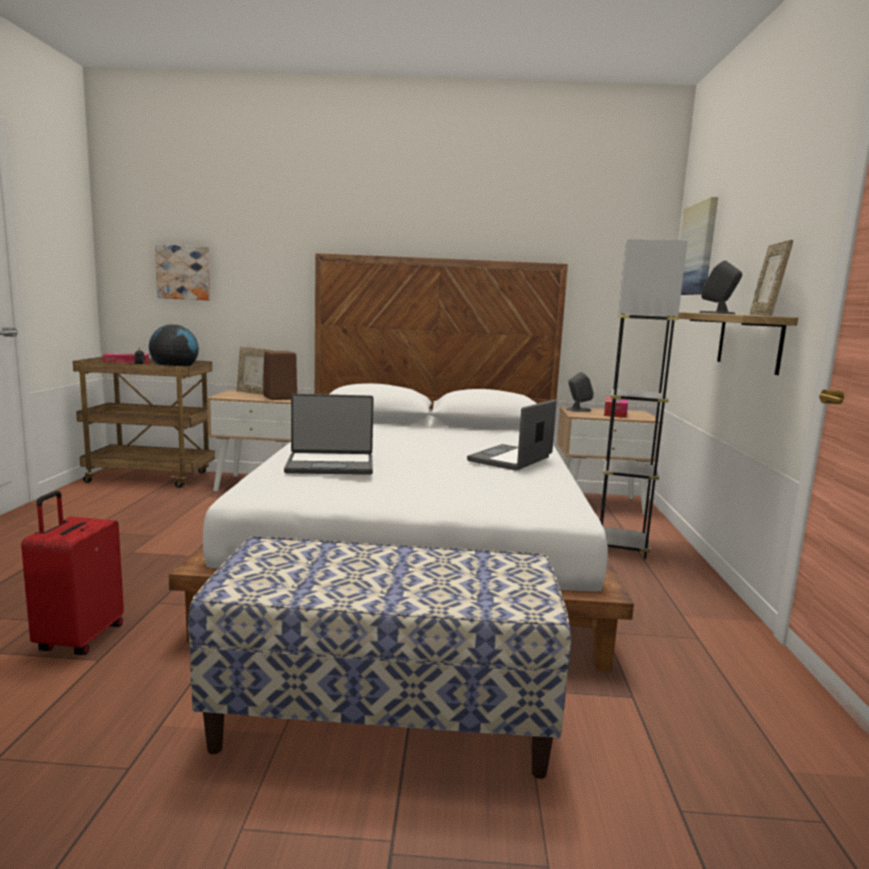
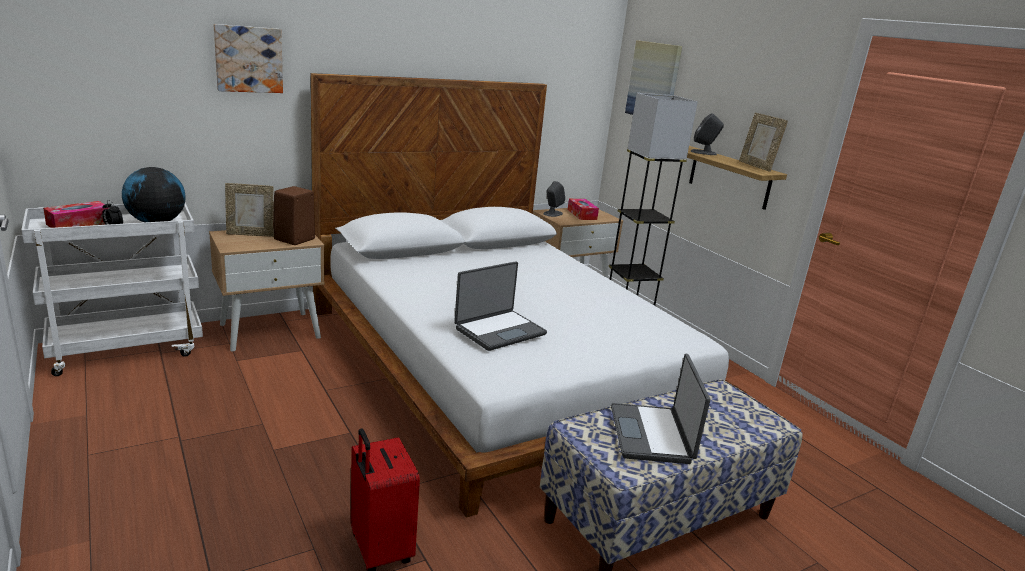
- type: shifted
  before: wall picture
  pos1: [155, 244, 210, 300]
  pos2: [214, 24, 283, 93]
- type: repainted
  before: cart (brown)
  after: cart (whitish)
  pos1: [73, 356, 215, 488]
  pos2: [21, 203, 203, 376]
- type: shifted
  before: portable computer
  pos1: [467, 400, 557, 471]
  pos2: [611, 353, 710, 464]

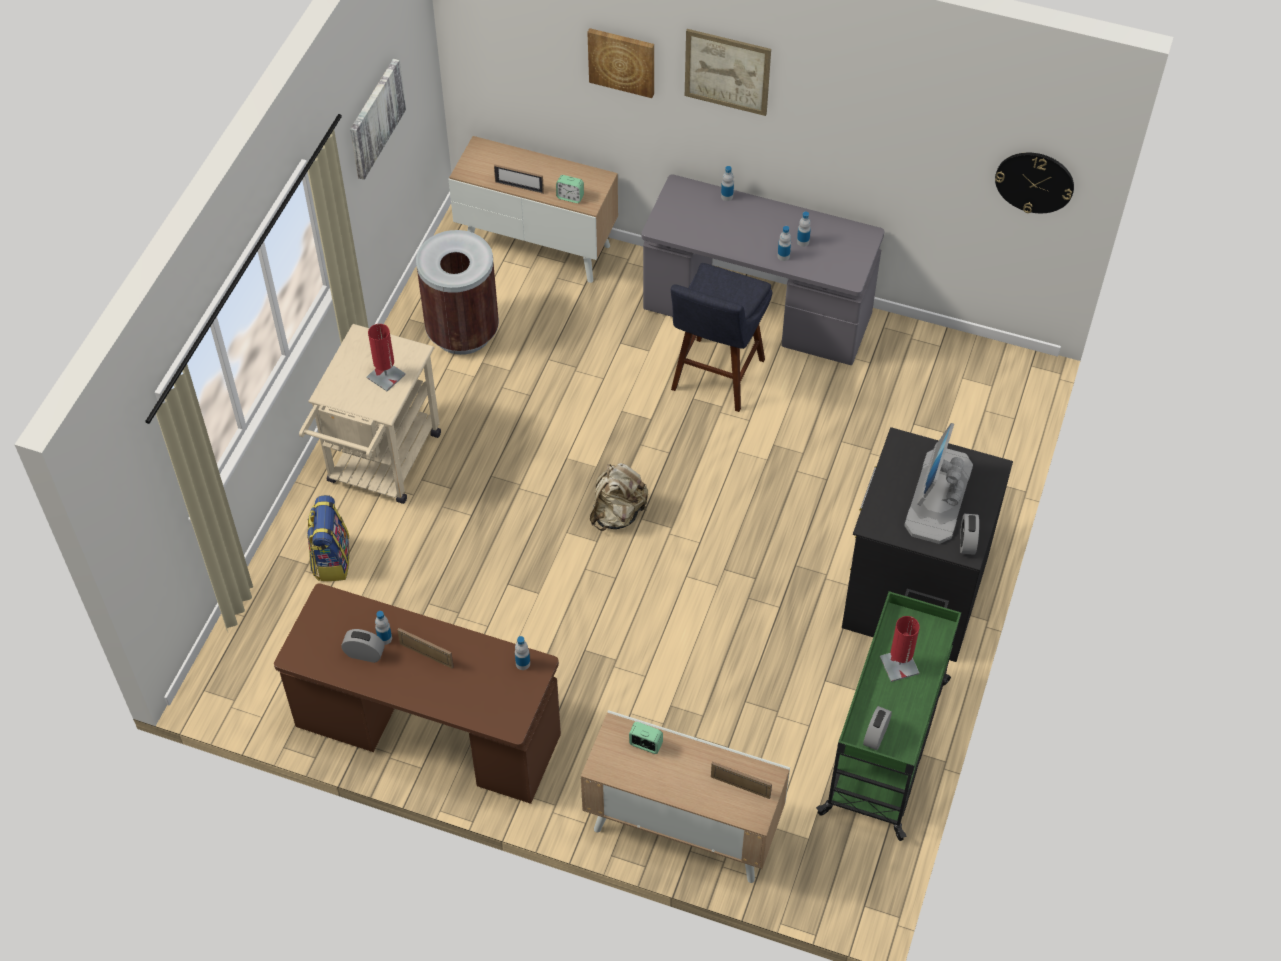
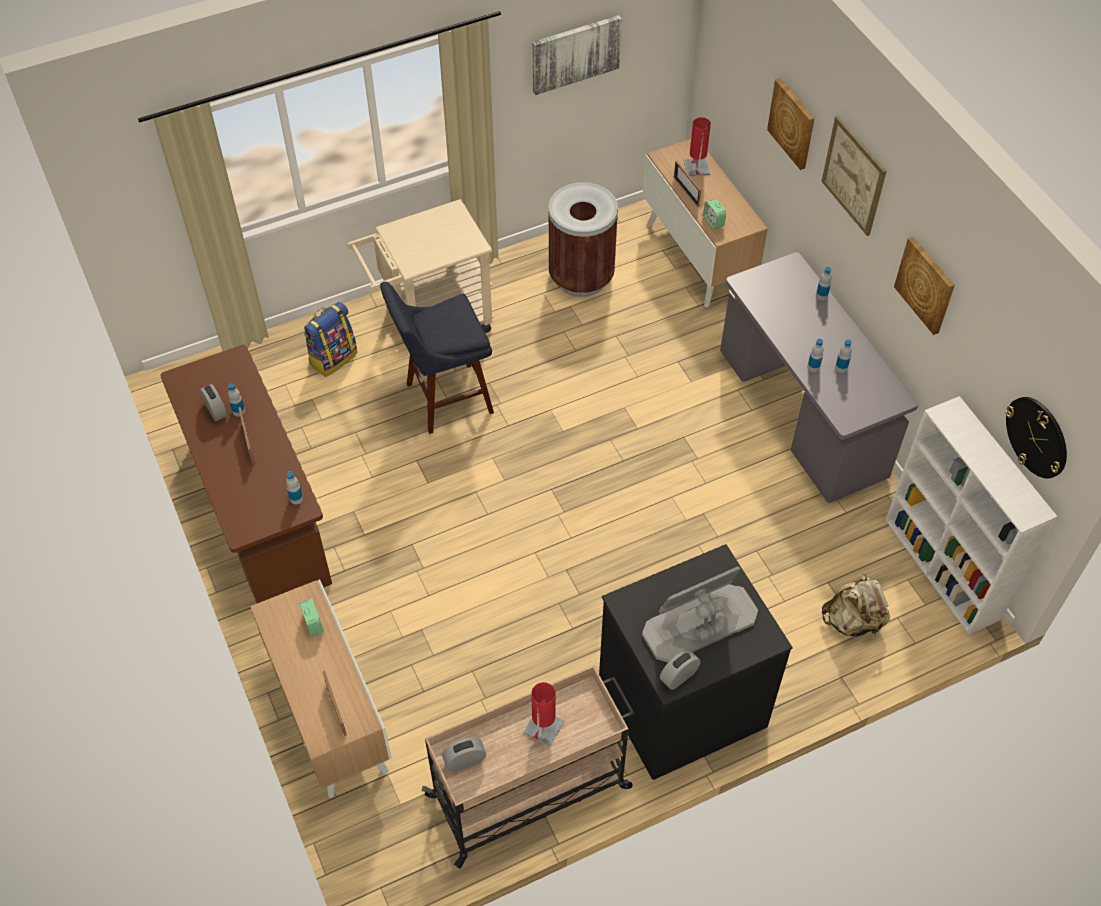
- type: shifted
  before: sitting stool (blue)
  pos1: [671, 263, 772, 412]
  pos2: [380, 282, 494, 434]
- type: shifted
  before: lamp for a table (red-coloured)
  pos1: [366, 324, 406, 391]
  pos2: [684, 117, 711, 176]
- type: shifted
  before: backpack (beige)
  pos1: [590, 463, 648, 531]
  pos2: [822, 573, 890, 636]
- type: repainted
  before: cart (green-coloured)
  after: cart (beige)
  pos1: [816, 589, 961, 841]
  pos2: [422, 665, 634, 868]
- type: new
  after: wall picture
  pos2: [894, 237, 955, 335]
- type: new
  after: bookcase (whitish)
  pos2: [885, 396, 1058, 635]

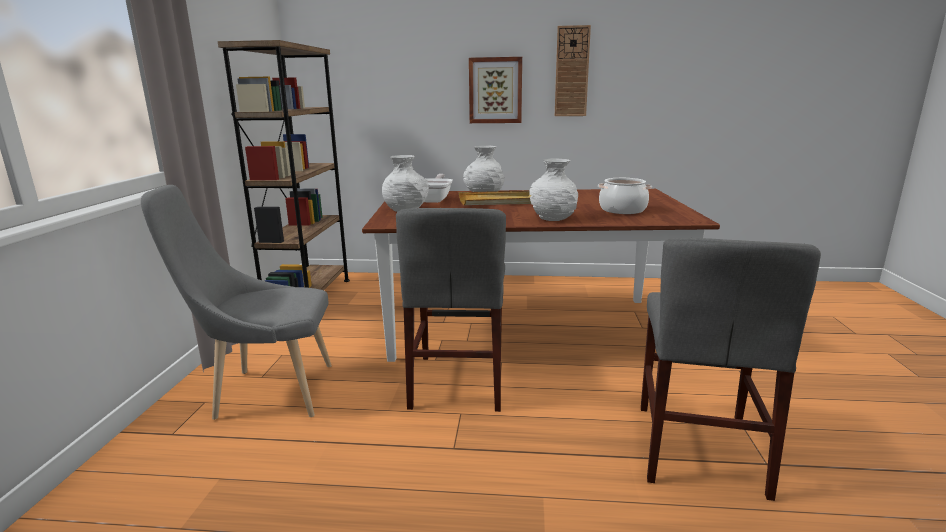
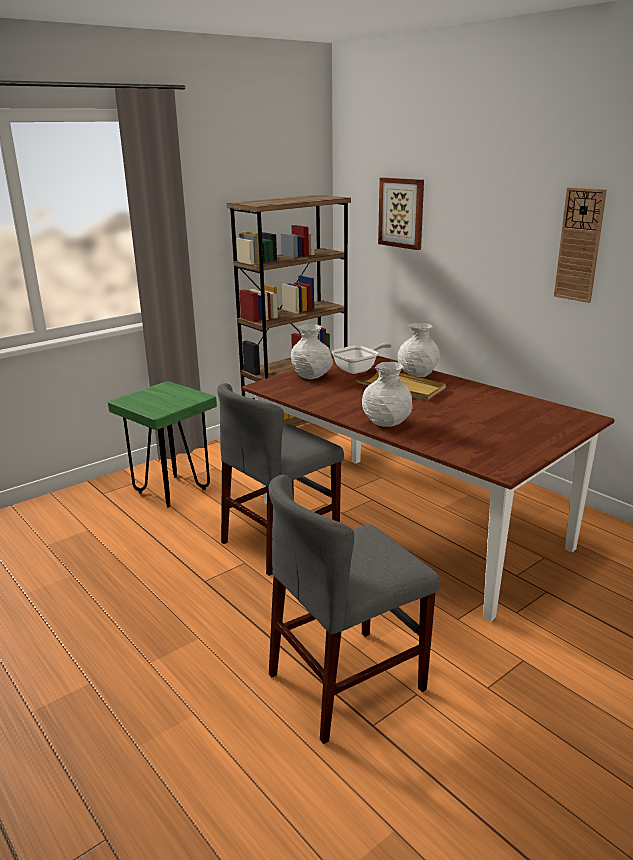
- type: shifted
  before: wall picture
  pos1: [469, 57, 522, 123]
  pos2: [378, 177, 424, 250]
- type: gone
  before: saucepot
  pos1: [598, 178, 652, 214]
- type: swapped
  before: upright chair (gray)
  after: sitting stool (green-coloured)
  pos1: [141, 185, 332, 420]
  pos2: [108, 381, 217, 507]

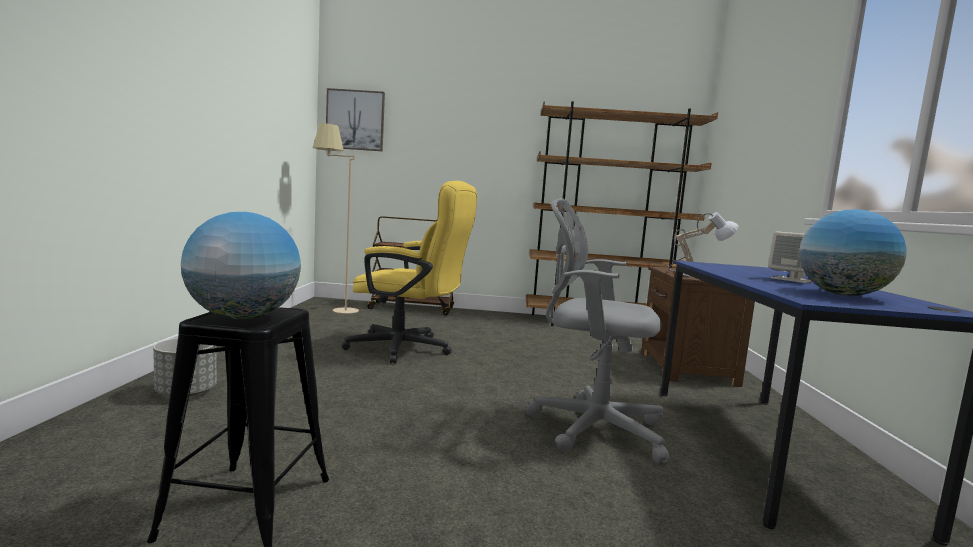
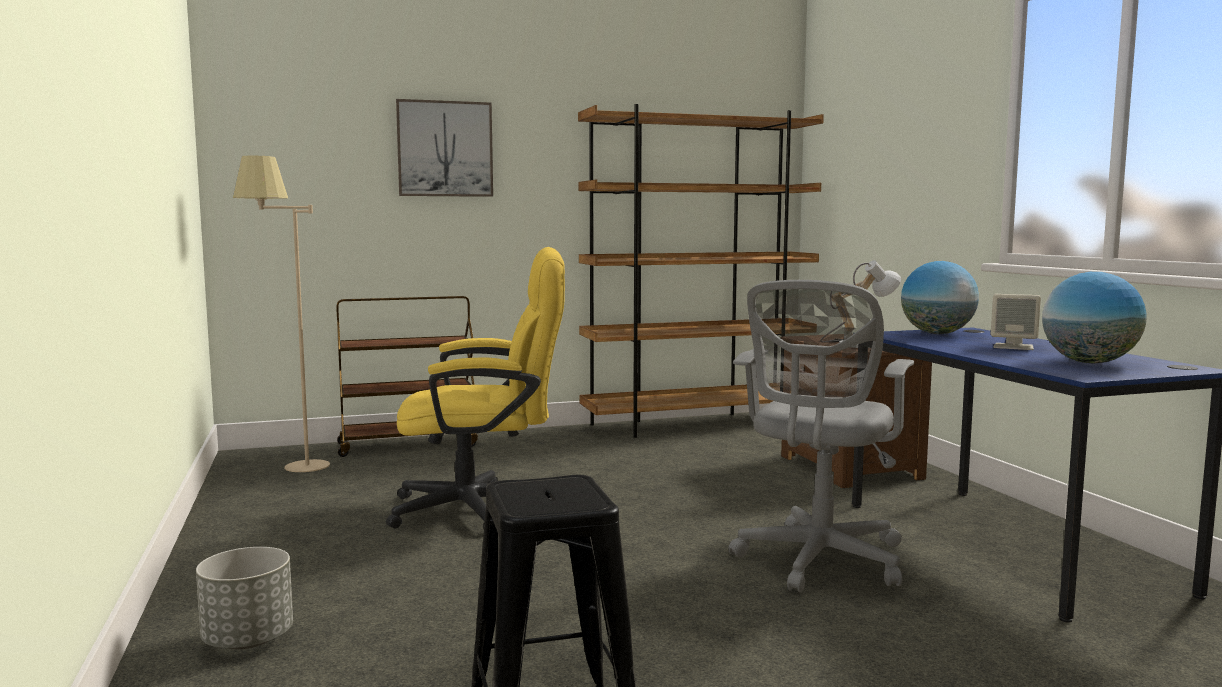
- type: shifted
  before: wall picture
  pos1: [326, 88, 385, 151]
  pos2: [396, 99, 493, 197]
- type: rotated
  before: office chair (gray)
  pos1: [526, 198, 669, 463]
  pos2: [728, 280, 914, 593]
  turn: -60
- type: shifted
  before: desk globe
  pos1: [181, 212, 301, 319]
  pos2: [901, 261, 979, 334]

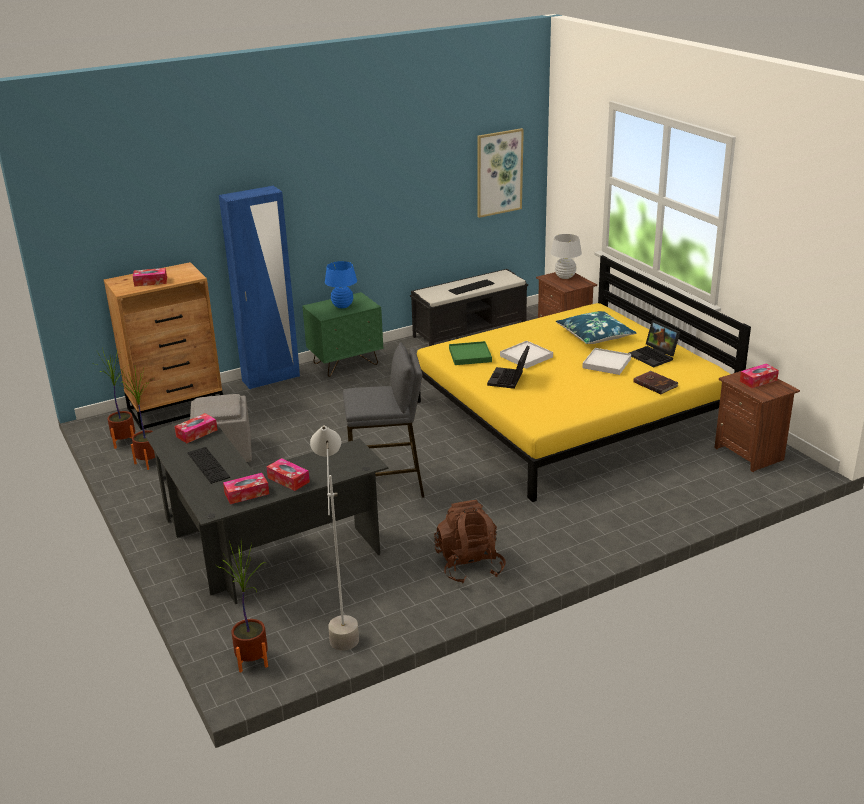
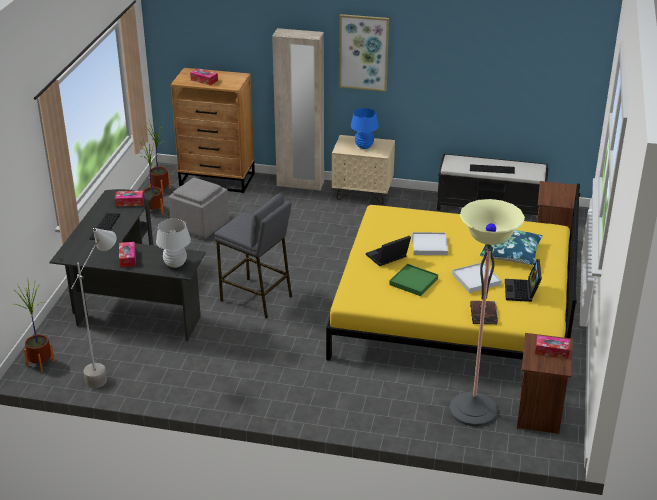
- type: shifted
  before: wall picture
  pos1: [477, 128, 524, 218]
  pos2: [339, 14, 389, 92]
- type: repainted
  before: wardrobe (blue)
  after: wardrobe (beige)
  pos1: [219, 186, 300, 389]
  pos2: [272, 28, 324, 191]
- type: shifted
  before: lamp for a table (whitish)
  pos1: [550, 234, 582, 279]
  pos2: [156, 219, 191, 268]
- type: repainted
  before: nightstand (green-coloured)
  after: nightstand (beige)
  pos1: [302, 292, 383, 377]
  pos2: [332, 135, 395, 205]
- type: shifted
  before: tray (green-coloured)
  pos1: [449, 341, 492, 365]
  pos2: [389, 264, 438, 296]
- type: gone
  before: box of tissues
  pos1: [223, 473, 269, 504]
- type: gone
  before: backpack (brown)
  pos1: [434, 500, 506, 584]
- type: new
  after: standard lamp
  pos2: [449, 199, 525, 427]

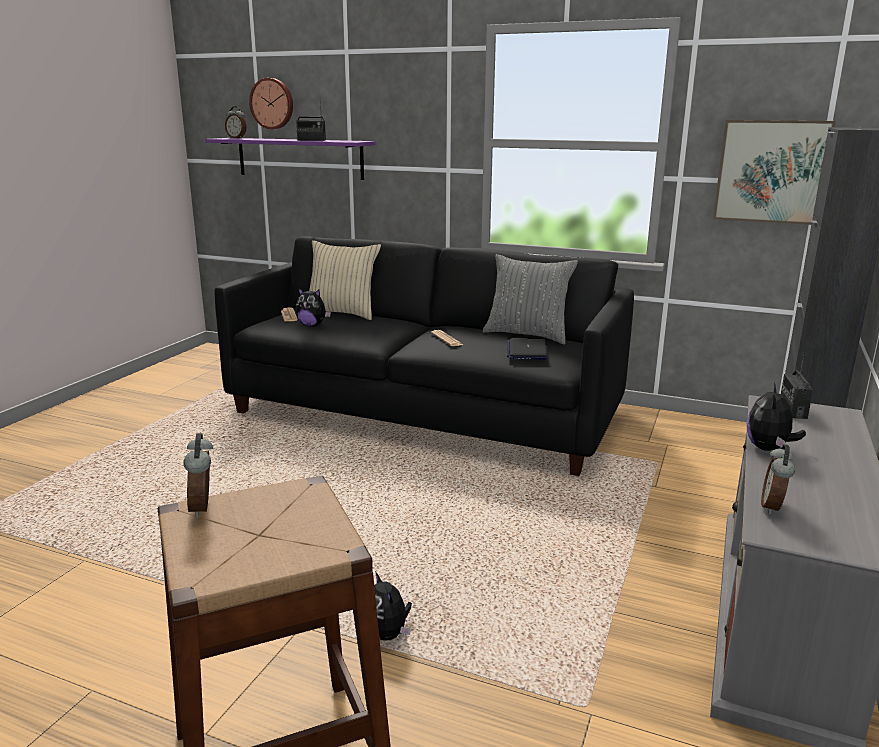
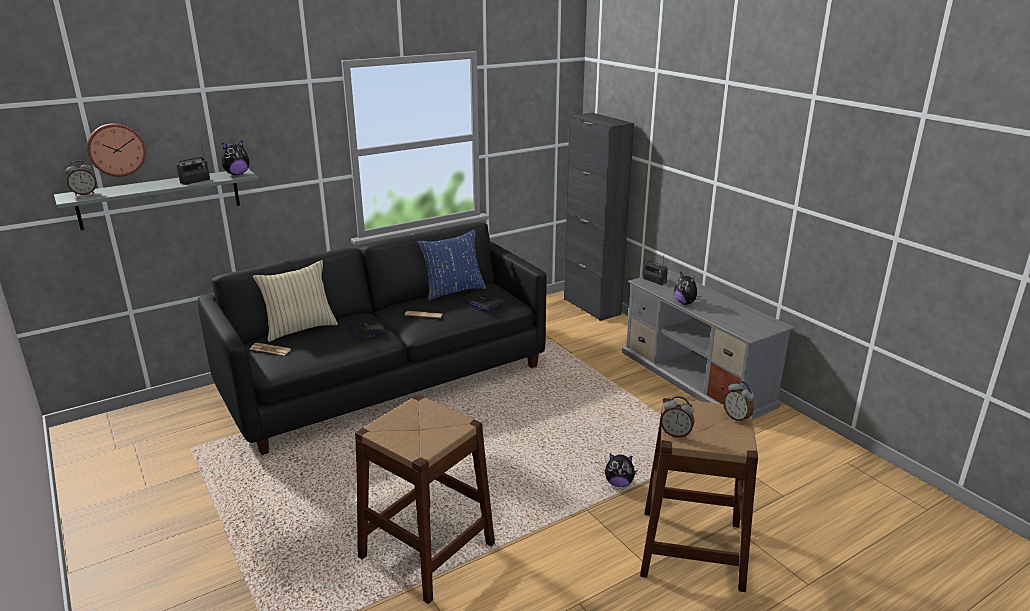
- type: gone
  before: wall picture
  pos1: [713, 120, 836, 225]
- type: repainted
  before: wall shelf (purplish)
  after: wall shelf (gray)
  pos1: [205, 138, 376, 180]
  pos2: [54, 169, 258, 230]
- type: repainted
  before: cushion (gray)
  after: cushion (blue)
  pos1: [483, 254, 578, 344]
  pos2: [417, 230, 486, 301]
- type: shifted
  before: cuddly toy
  pos1: [295, 288, 331, 327]
  pos2: [221, 140, 249, 175]
- type: shifted
  before: alarm clock
  pos1: [761, 444, 795, 514]
  pos2: [723, 381, 754, 423]
- type: new
  after: portable computer
  pos2: [346, 315, 386, 339]
- type: new
  after: sitting stool (brown)
  pos2: [355, 395, 495, 604]

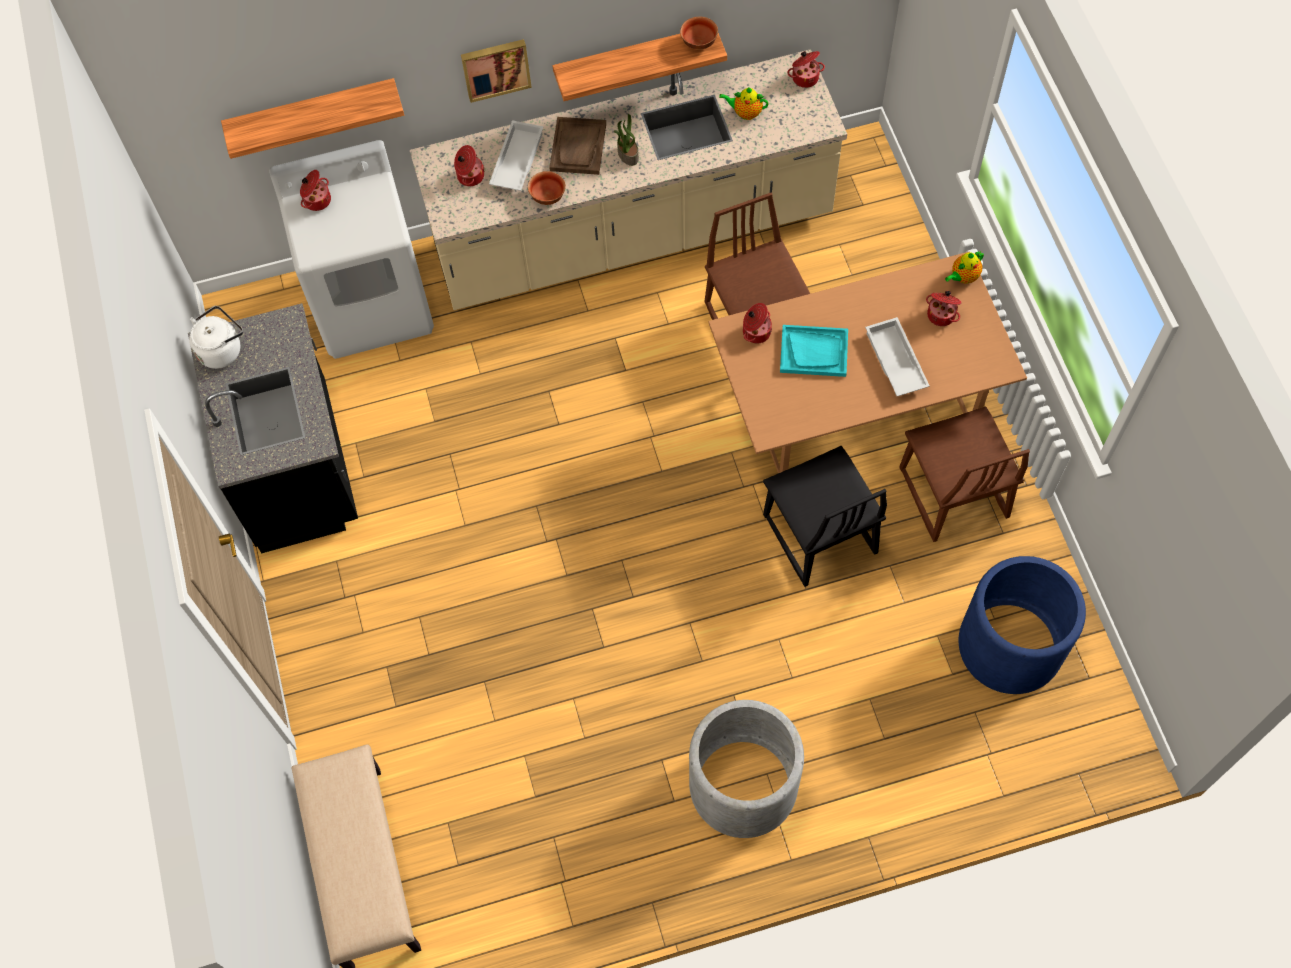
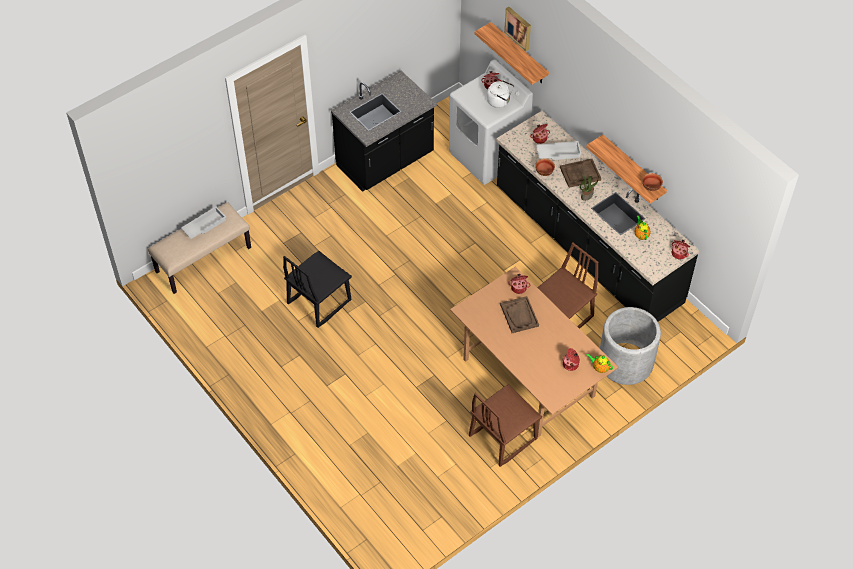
- type: shifted
  before: wall picture
  pos1: [461, 39, 532, 103]
  pos2: [504, 7, 531, 51]
- type: repainted
  before: counter (beige)
  after: counter (black-coloured)
  pos1: [410, 49, 847, 310]
  pos2: [496, 111, 700, 322]
- type: shifted
  before: water kettle (whitish)
  pos1: [189, 306, 243, 369]
  pos2: [487, 80, 514, 108]
- type: shifted
  before: tray (whitish)
  pos1: [865, 317, 930, 396]
  pos2: [181, 207, 226, 239]
- type: repainted
  before: tray (turquoise)
  after: tray (brown)
  pos1: [780, 325, 848, 377]
  pos2: [500, 296, 539, 333]
- type: shifted
  before: upright chair (black-coloured)
  pos1: [763, 446, 887, 587]
  pos2: [283, 251, 352, 328]
- type: gone
  before: flower pot (blue)
  pos1: [959, 556, 1086, 694]
- type: shifted
  before: flower pot (gray)
  pos1: [689, 700, 804, 838]
  pos2: [600, 307, 661, 385]

